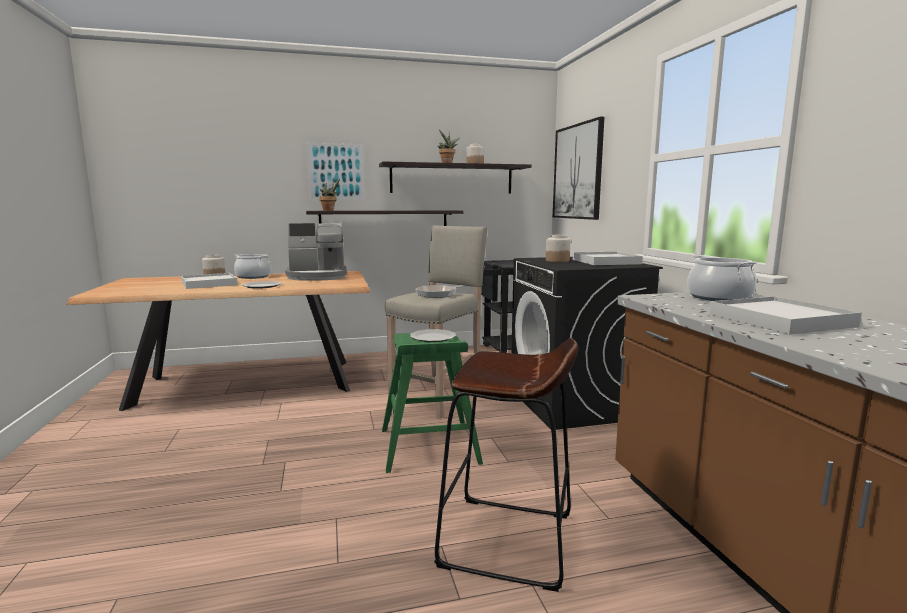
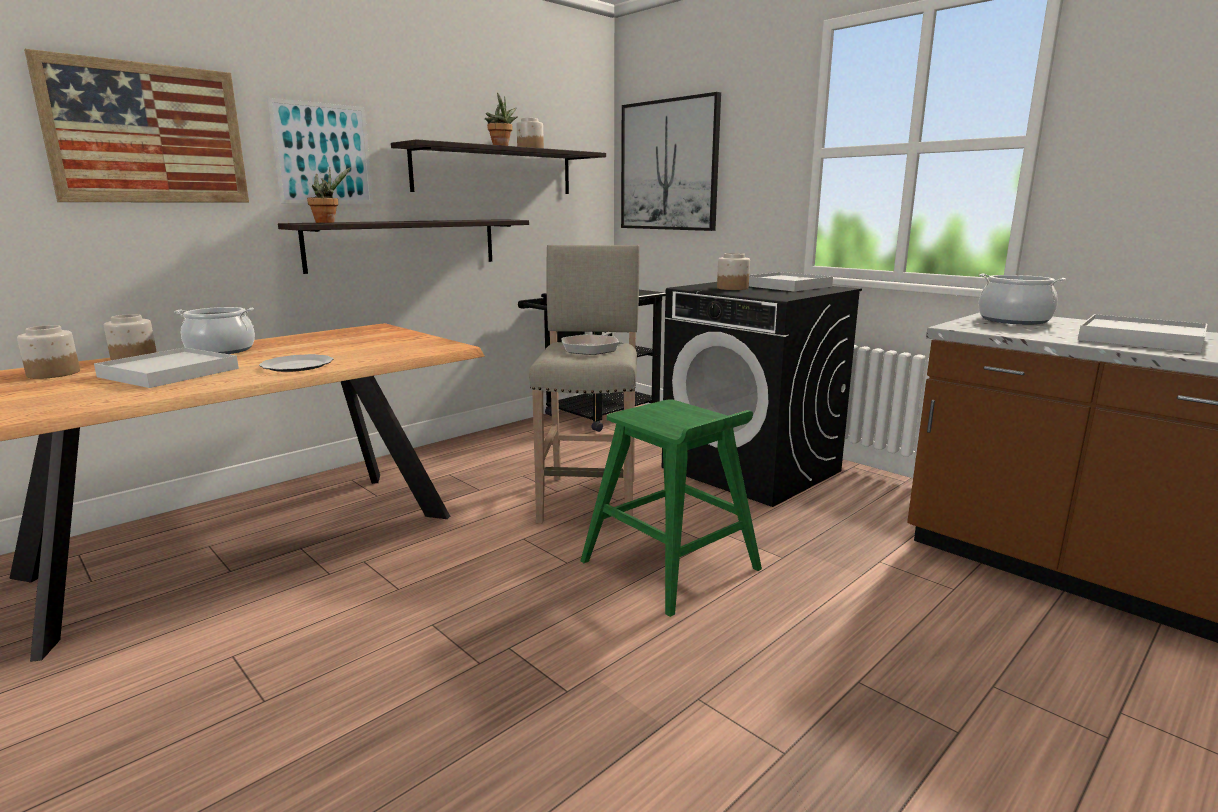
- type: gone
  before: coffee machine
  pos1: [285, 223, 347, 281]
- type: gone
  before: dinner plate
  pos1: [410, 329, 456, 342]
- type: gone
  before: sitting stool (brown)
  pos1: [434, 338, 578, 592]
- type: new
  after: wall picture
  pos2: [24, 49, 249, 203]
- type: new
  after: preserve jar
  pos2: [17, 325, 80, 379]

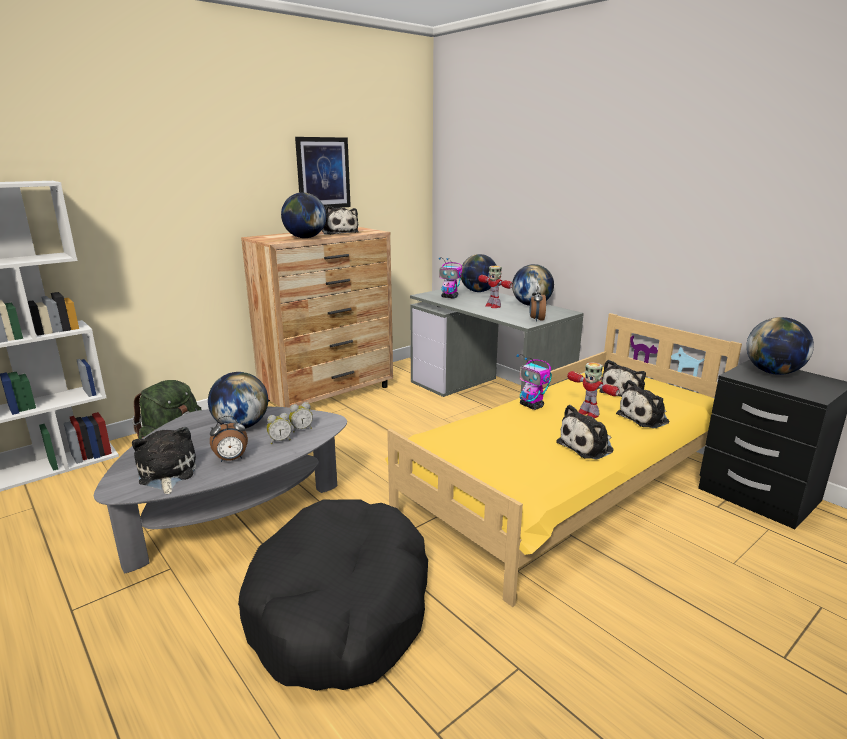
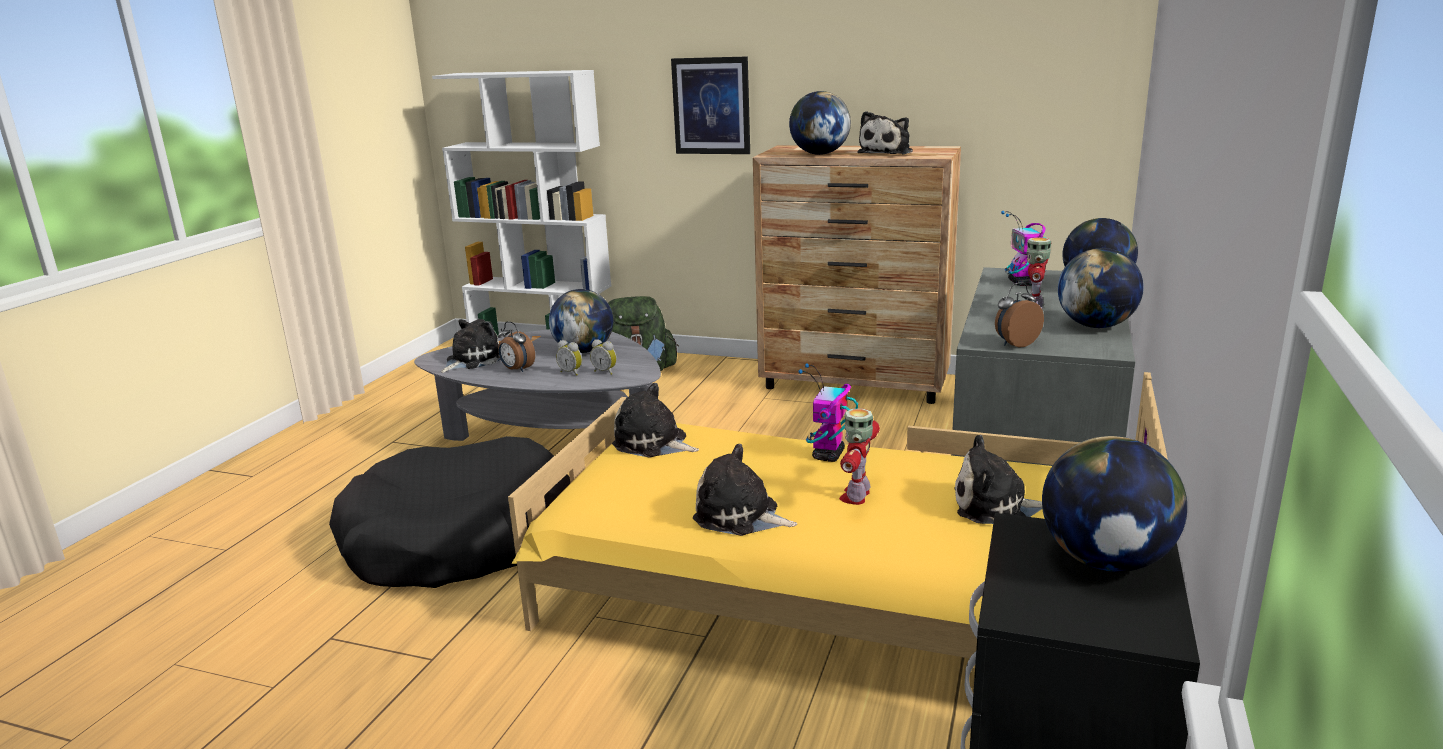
- type: shifted
  before: wall picture
  pos1: [295, 137, 351, 208]
  pos2: [671, 56, 750, 154]
- type: shifted
  before: cuddly toy
  pos1: [616, 380, 669, 428]
  pos2: [612, 383, 699, 457]

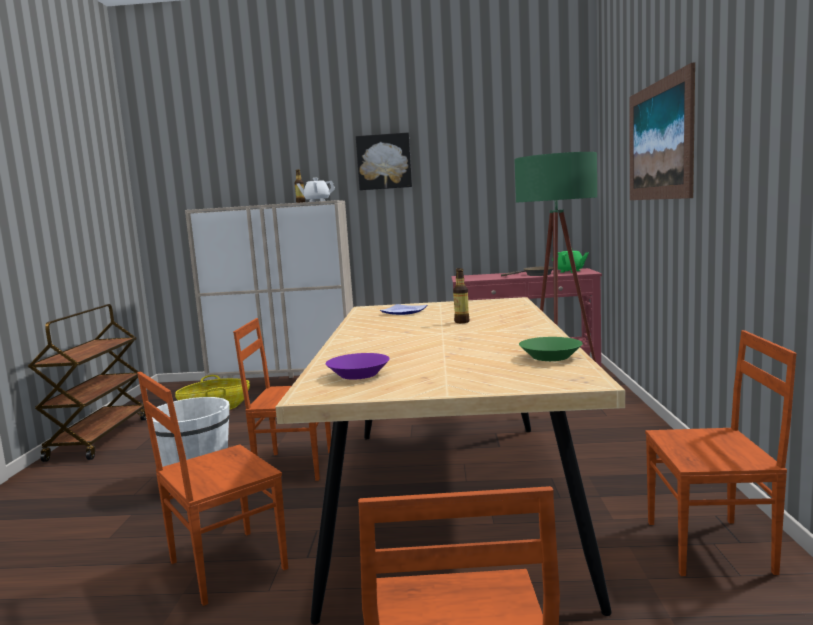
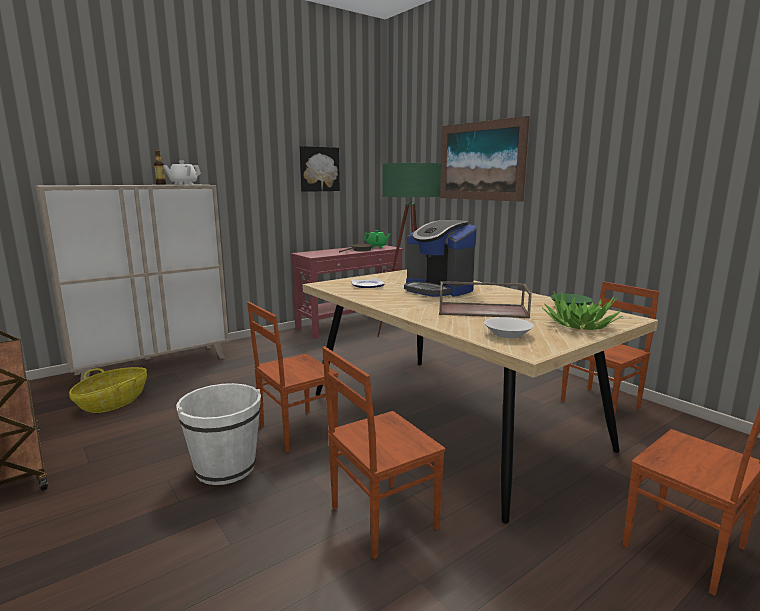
- type: shifted
  before: wall picture
  pos1: [356, 132, 412, 190]
  pos2: [300, 146, 340, 192]
- type: swapped
  before: beverage bottle
  after: coffee machine
  pos1: [453, 268, 470, 323]
  pos2: [404, 220, 477, 297]
- type: repainted
  before: serving bowl (purplish)
  after: serving bowl (whitish)
  pos1: [325, 353, 390, 380]
  pos2: [484, 317, 534, 338]
- type: rotated
  before: upright chair (brown)
  pos1: [137, 372, 288, 606]
  pos2: [322, 346, 446, 559]
  turn: 45
- type: new
  after: tray (brown)
  pos2: [439, 281, 532, 318]
- type: new
  after: plant in a pot
  pos2: [542, 291, 623, 330]

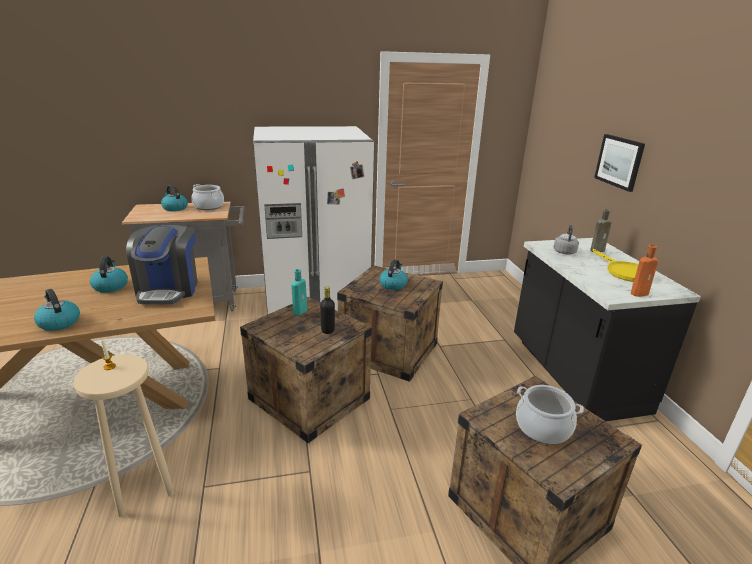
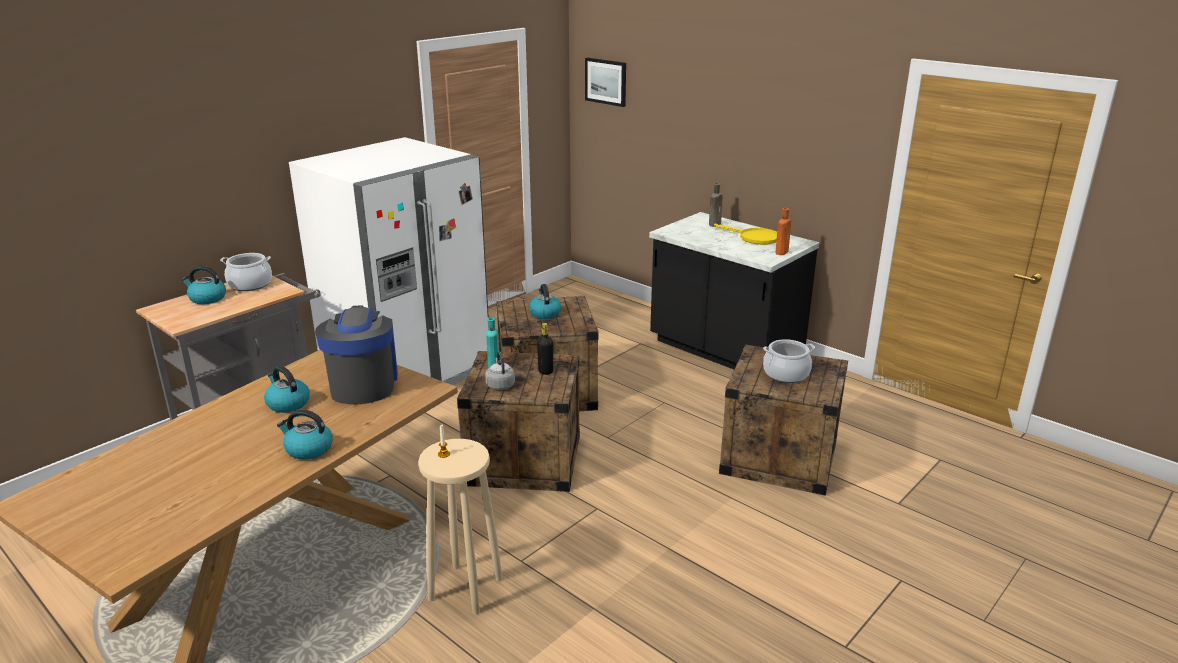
- type: shifted
  before: wall picture
  pos1: [594, 134, 645, 192]
  pos2: [585, 58, 626, 107]
- type: shifted
  before: water kettle (gray)
  pos1: [553, 224, 579, 255]
  pos2: [485, 351, 515, 390]
- type: rotated
  before: coffee machine
  pos1: [126, 225, 197, 304]
  pos2: [315, 305, 398, 404]
  turn: -150

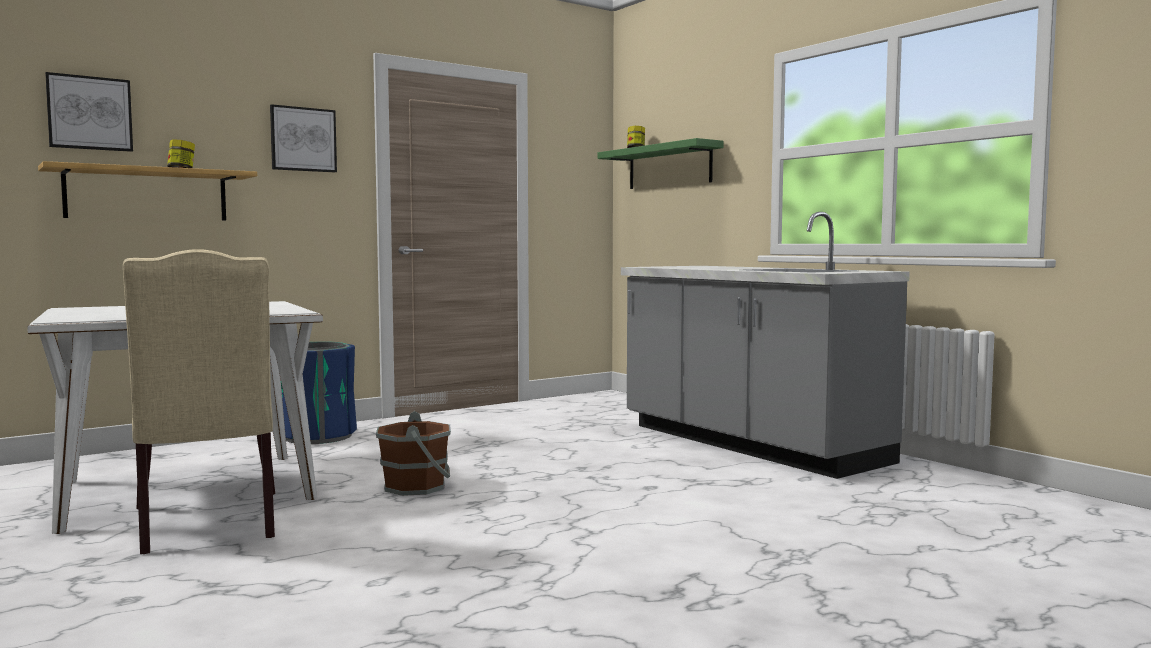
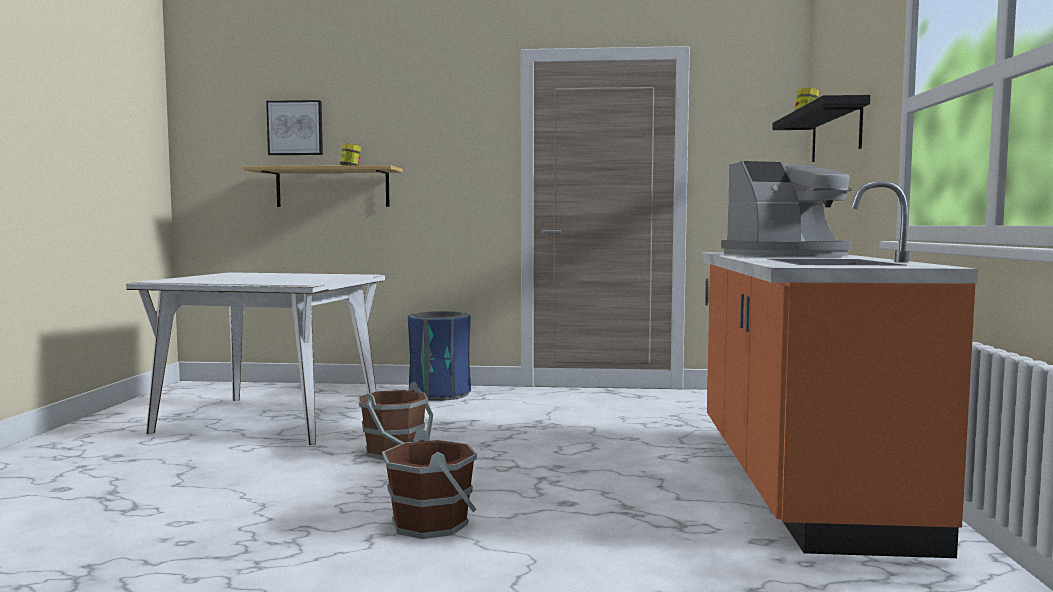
- type: gone
  before: wall picture
  pos1: [270, 104, 337, 172]
- type: repainted
  before: wall shelf (green-coloured)
  after: wall shelf (black-coloured)
  pos1: [598, 138, 723, 189]
  pos2: [772, 95, 871, 162]
- type: repainted
  before: counter (gray)
  after: counter (orangey)
  pos1: [621, 212, 910, 479]
  pos2: [702, 181, 978, 558]
- type: gone
  before: upright chair (beige)
  pos1: [123, 249, 275, 554]
- type: new
  after: coffee machine
  pos2: [721, 161, 852, 256]
- type: new
  after: bucket (brown)
  pos2: [382, 428, 477, 539]

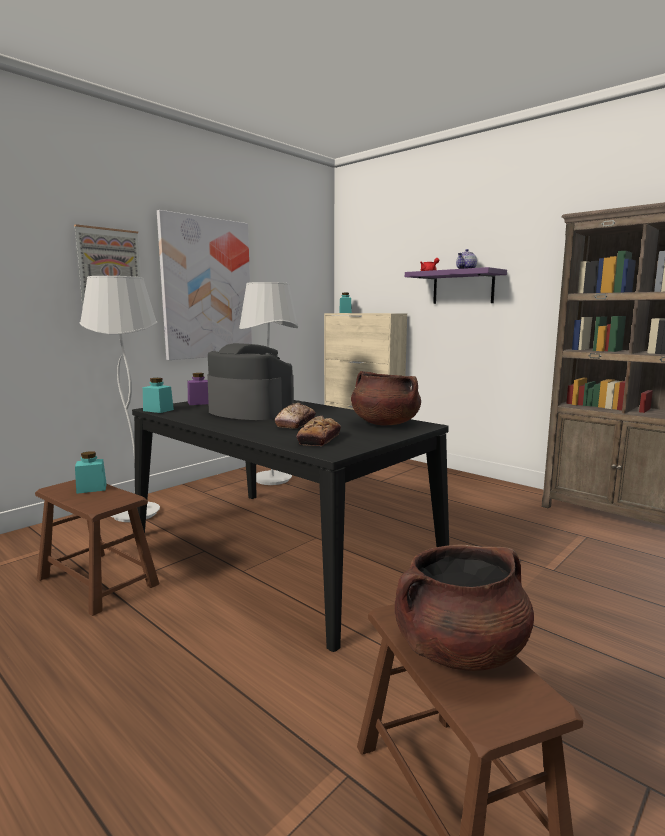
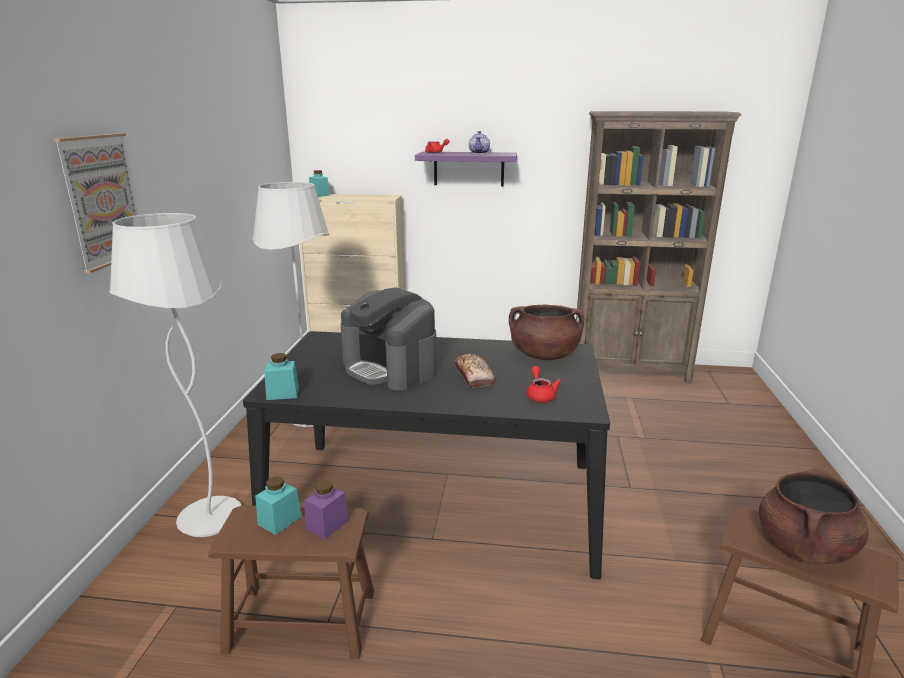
- type: gone
  before: wall picture
  pos1: [157, 210, 252, 360]
- type: rotated
  before: coffee machine
  pos1: [207, 343, 294, 420]
  pos2: [341, 287, 437, 390]
  turn: -135
- type: shifted
  before: preserve jar (purplish)
  pos1: [188, 373, 209, 405]
  pos2: [304, 480, 349, 539]
- type: swapped
  before: bread
  after: pot for tea (red-coloured)
  pos1: [296, 416, 341, 446]
  pos2: [527, 366, 561, 402]

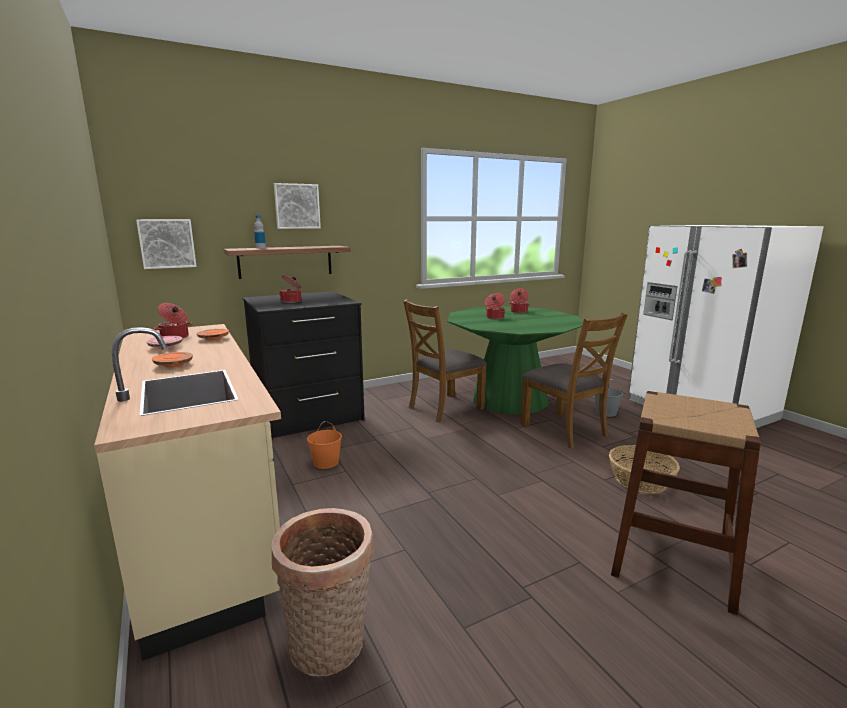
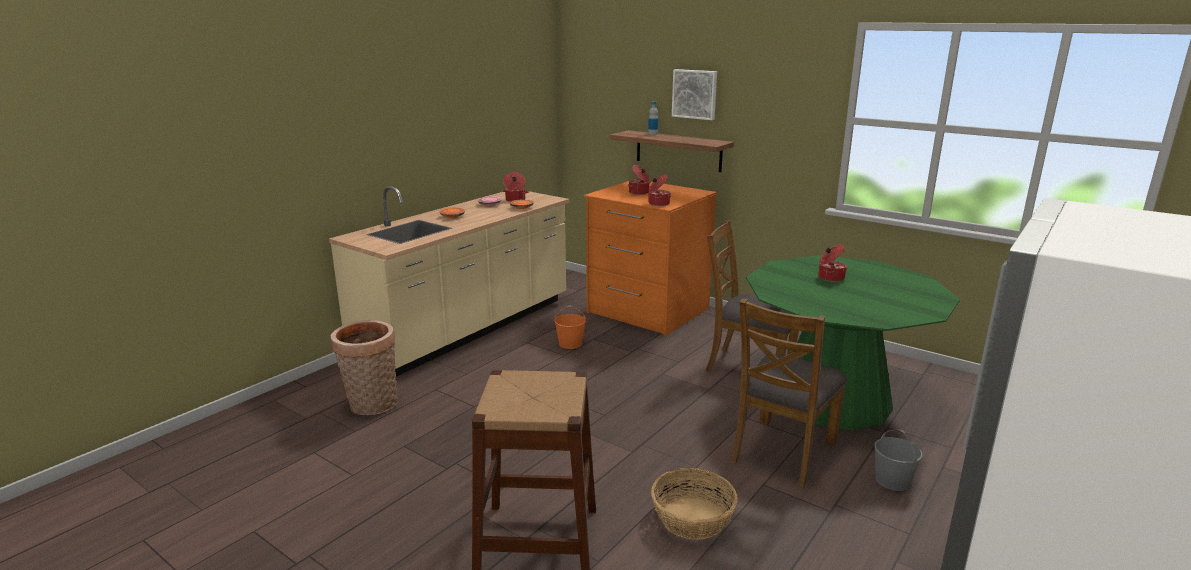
- type: gone
  before: wall picture
  pos1: [136, 219, 197, 269]
- type: shifted
  before: saucepot
  pos1: [508, 288, 531, 313]
  pos2: [648, 175, 671, 206]
- type: repainted
  before: drawer chest (black-coloured)
  after: drawer chest (orangey)
  pos1: [242, 291, 365, 439]
  pos2: [584, 179, 717, 336]

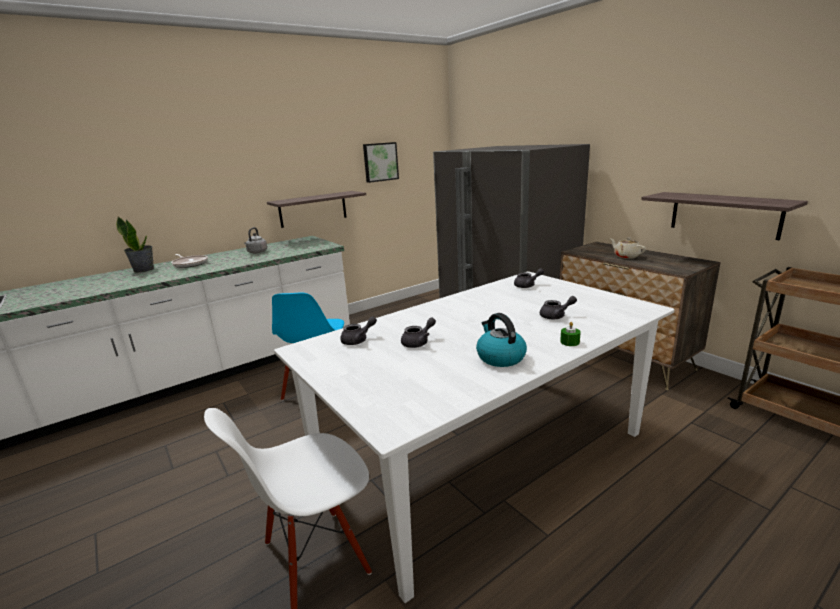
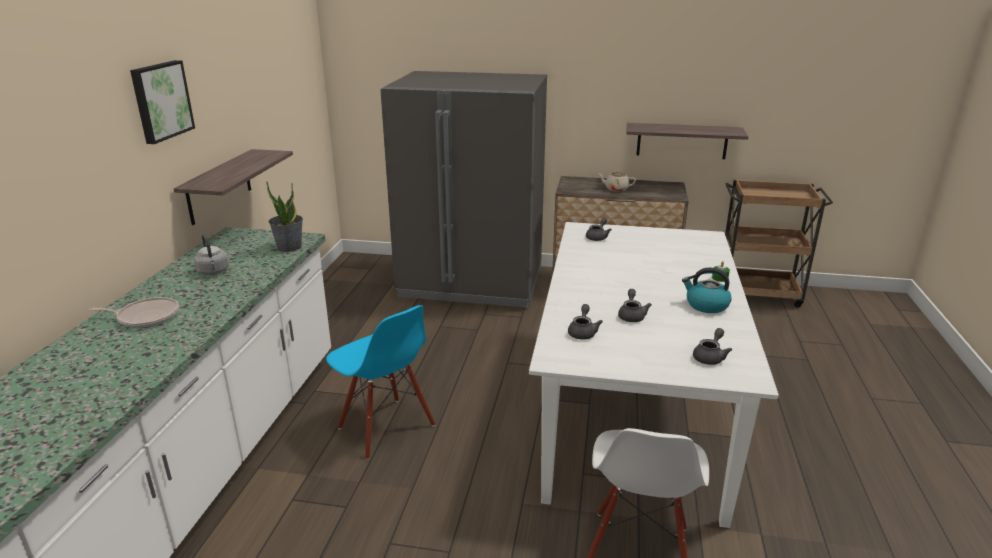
- type: shifted
  before: wall picture
  pos1: [363, 142, 399, 183]
  pos2: [130, 60, 195, 144]
- type: shifted
  before: plant in a pot
  pos1: [116, 217, 154, 273]
  pos2: [266, 181, 303, 252]
- type: shifted
  before: pot for tea (gray)
  pos1: [540, 296, 577, 319]
  pos2: [693, 328, 732, 365]

